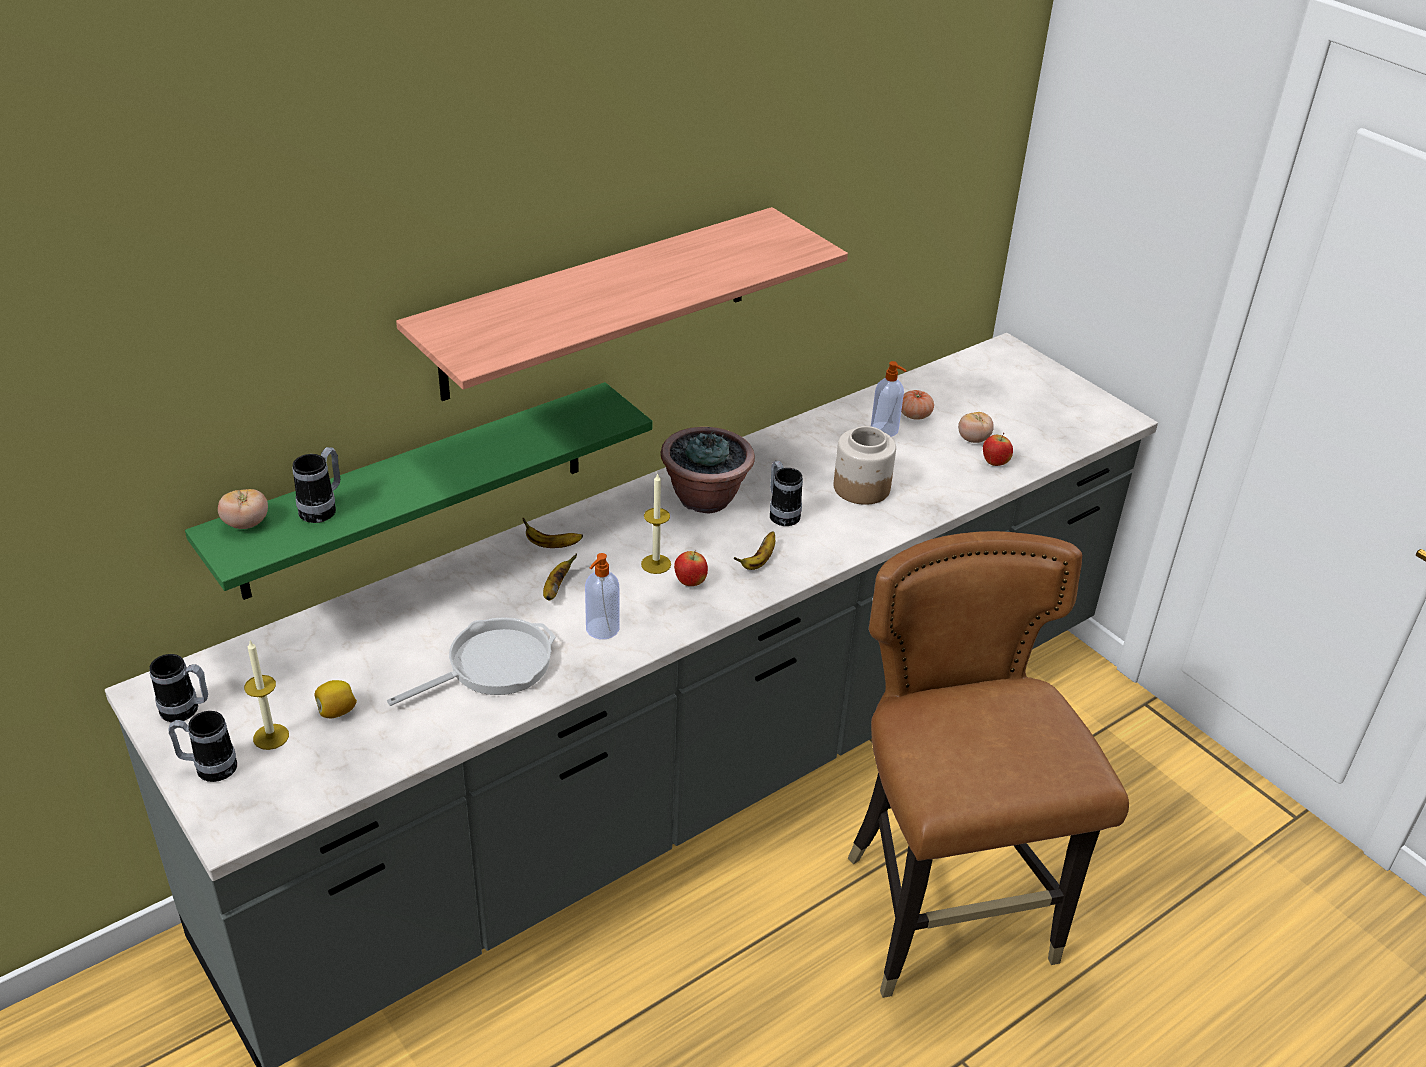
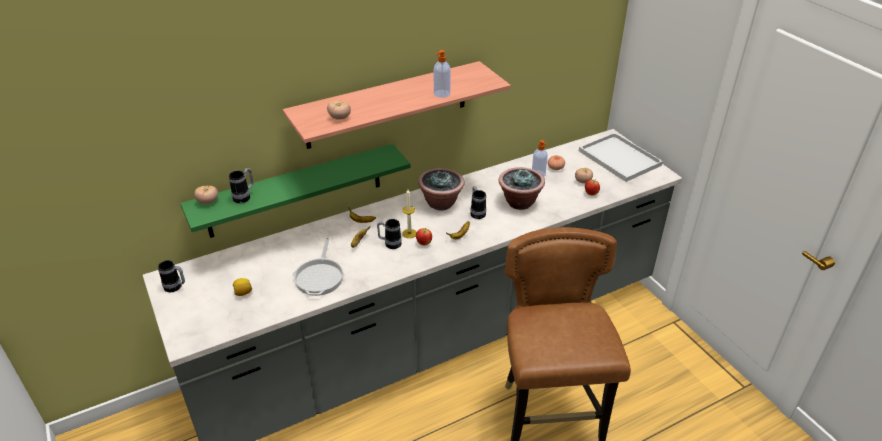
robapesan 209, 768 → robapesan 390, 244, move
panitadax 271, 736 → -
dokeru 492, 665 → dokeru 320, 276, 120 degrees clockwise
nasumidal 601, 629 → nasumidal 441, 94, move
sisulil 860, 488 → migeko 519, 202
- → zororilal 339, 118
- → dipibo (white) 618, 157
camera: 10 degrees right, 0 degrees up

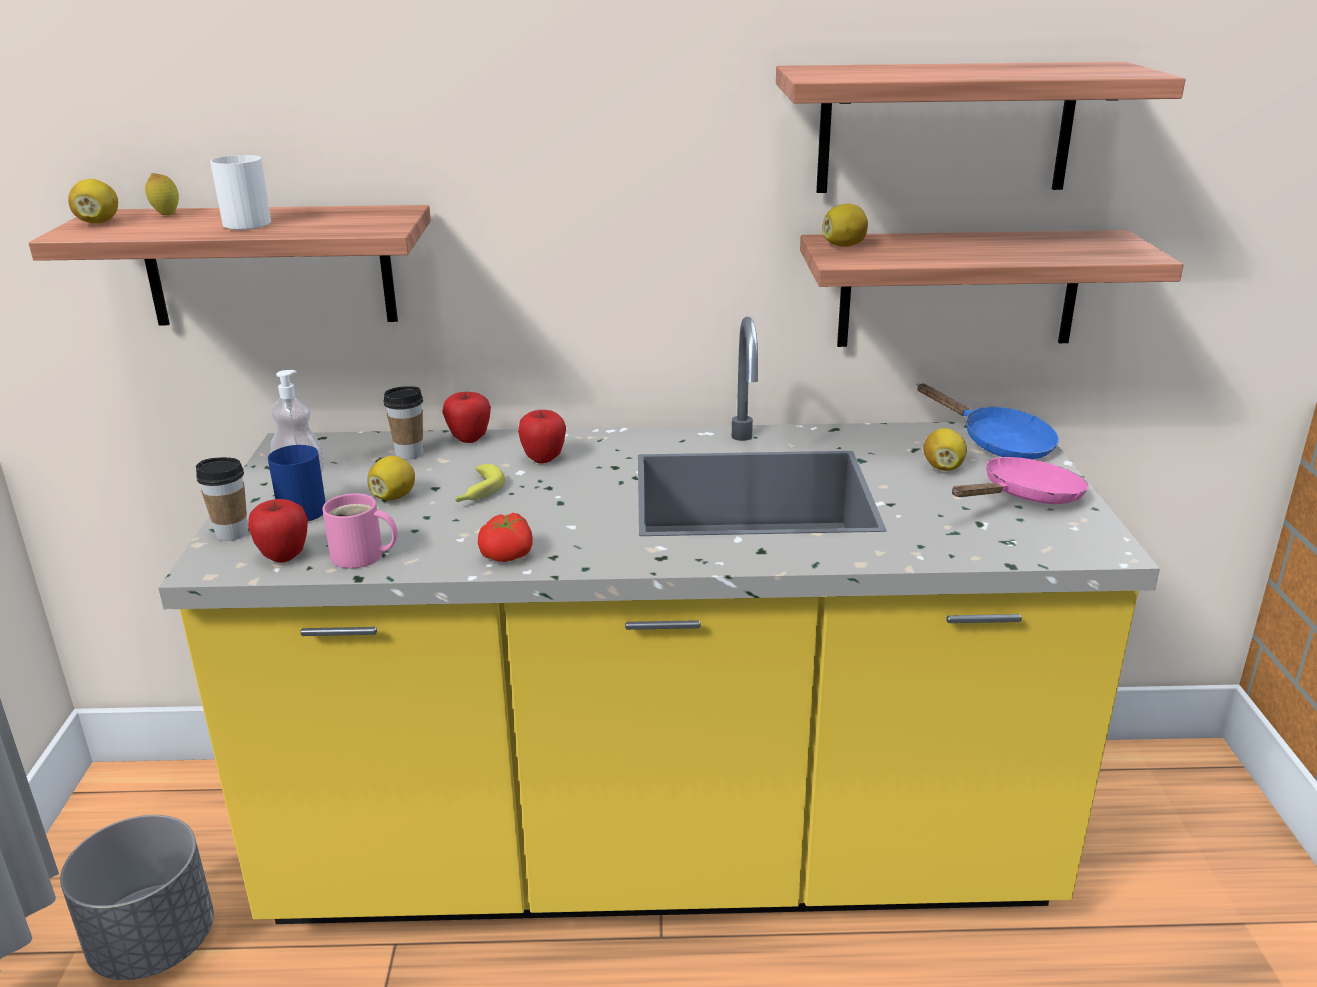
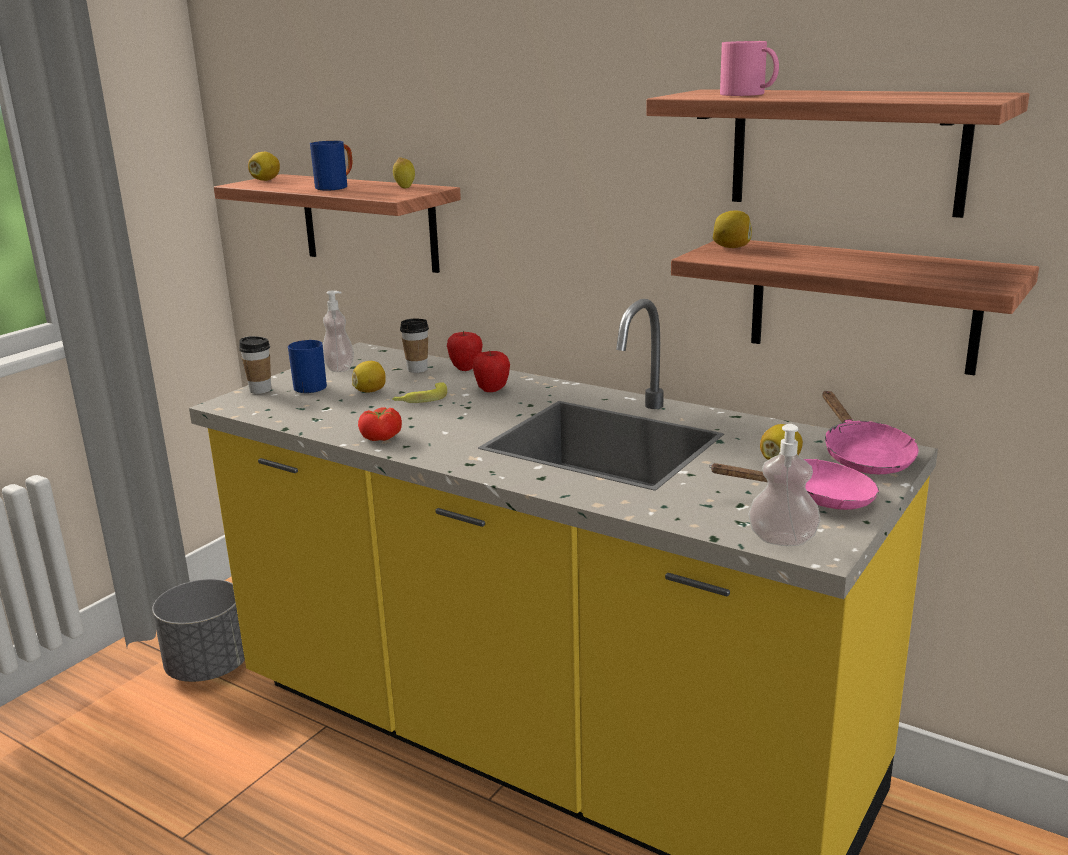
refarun 166, 215 → refarun 405, 188, move
robapesan (white) 251, 222 → robapesan (blue) 336, 187
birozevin 284, 556 → -
robapesan (pink) 361, 557 → robapesan (pink) 745, 94, move
dokeru (blue) 998, 443 → dokeru (pink) 863, 456
- → nasumidal 782, 540
camera: 35 degrees right, 5 degrees down

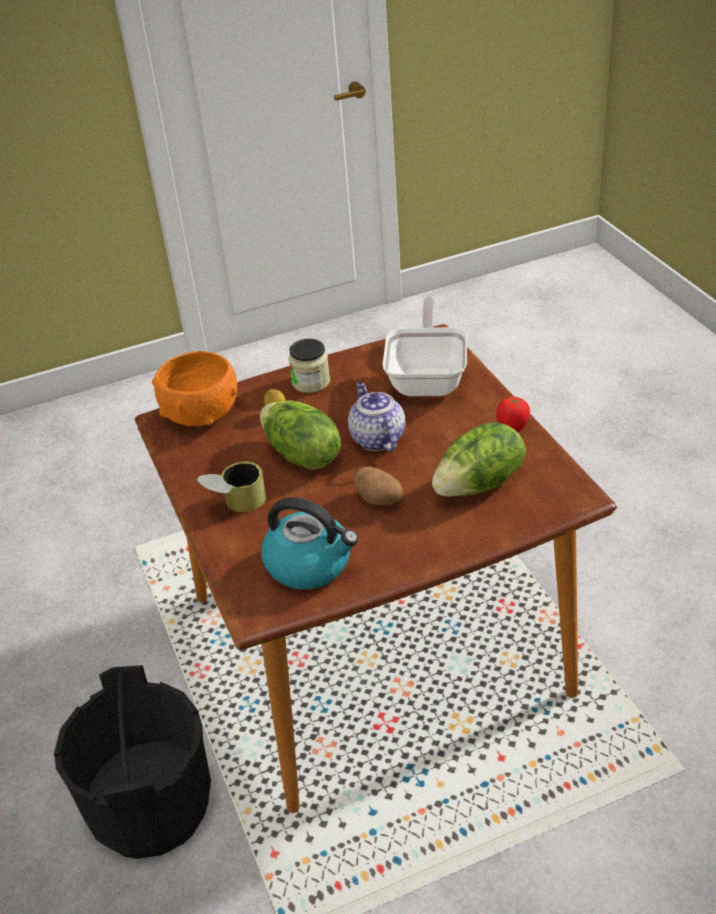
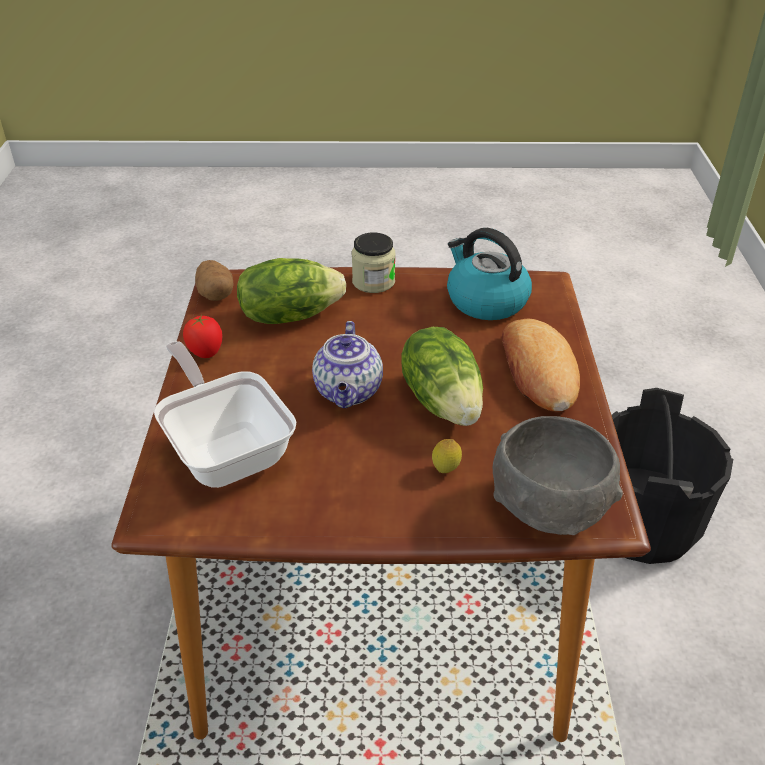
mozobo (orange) 201, 414 → mozobo (grey) 549, 508
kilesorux 235, 504 → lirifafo 537, 372
sisulil 311, 382 → sisulil 373, 282, move
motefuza 380, 499 → motefuza 215, 294, move
dokeru 428, 378 → dokeru 226, 450, 120 degrees clockwise
camera: 160 degrees left, 0 degrees up

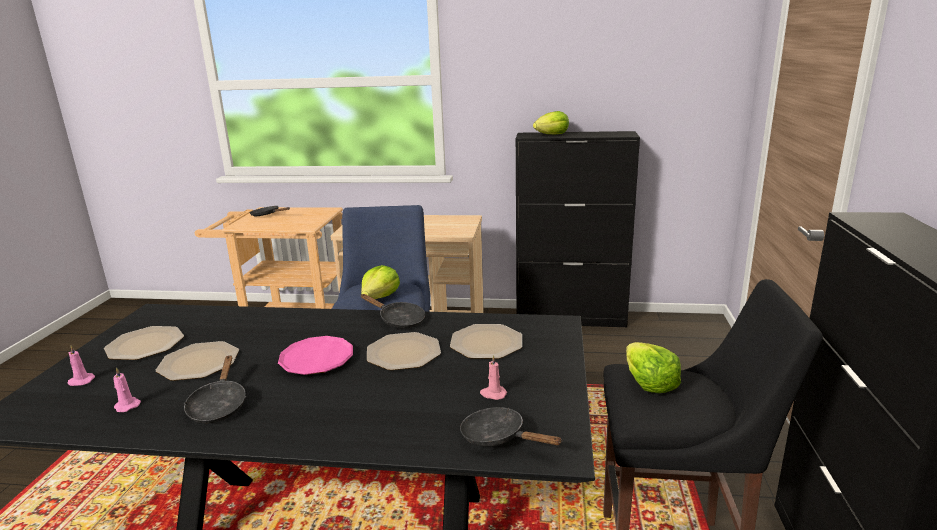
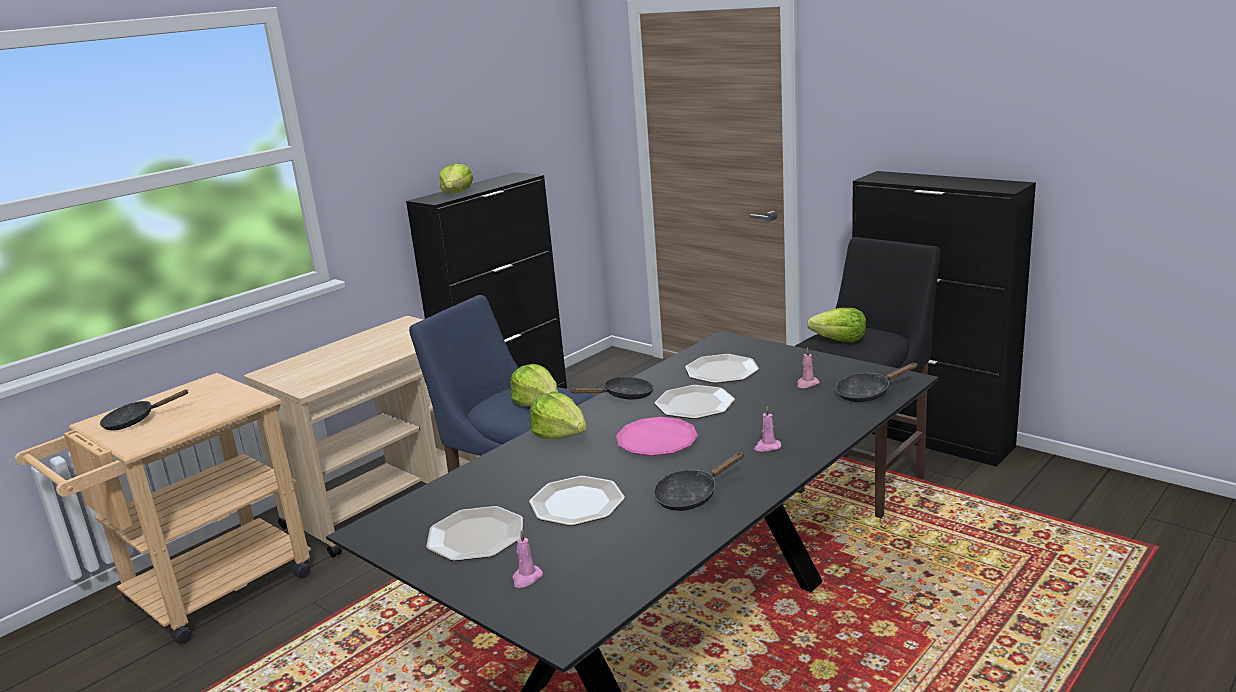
panitadax (pink) 126, 405 → panitadax (pink) 767, 447, move
dokeru (black) 219, 405 → dokeru (black) 691, 496, 120 degrees clockwise
- → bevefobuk 560, 434
camera: 55 degrees left, 0 degrees up

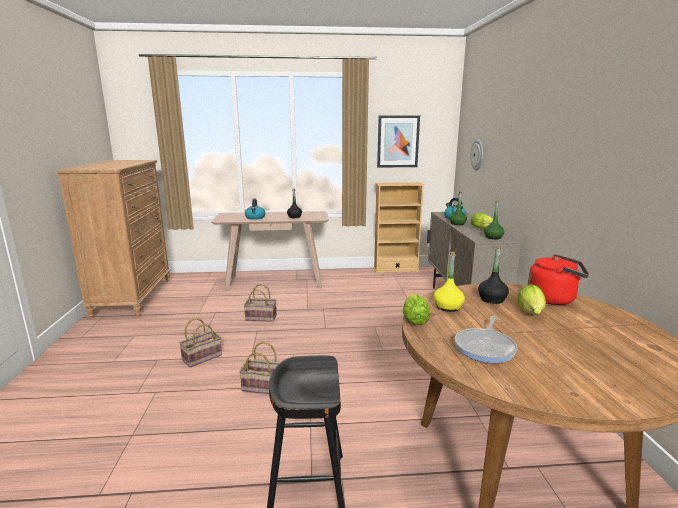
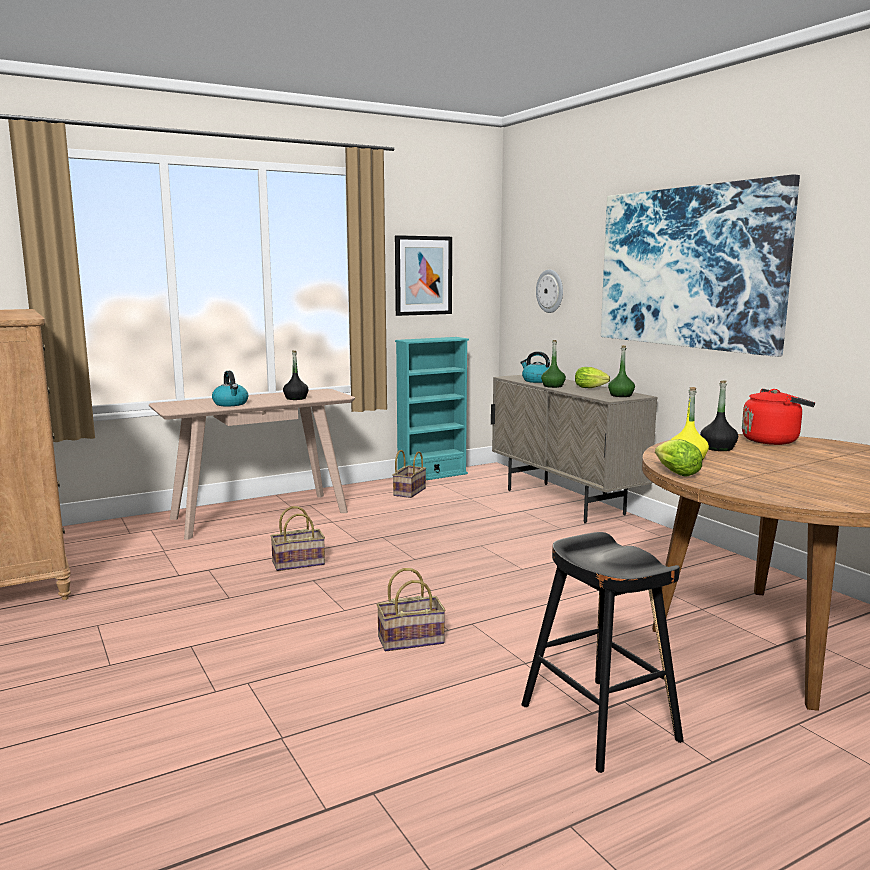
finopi 202, 357 → finopi 409, 491, move
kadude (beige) 396, 269 → kadude (turquoise) 432, 475
dokeru 485, 347 → -
bevefobuk 531, 314 → -
- → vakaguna 688, 267
camera: 25 degrees left, 5 degrees down

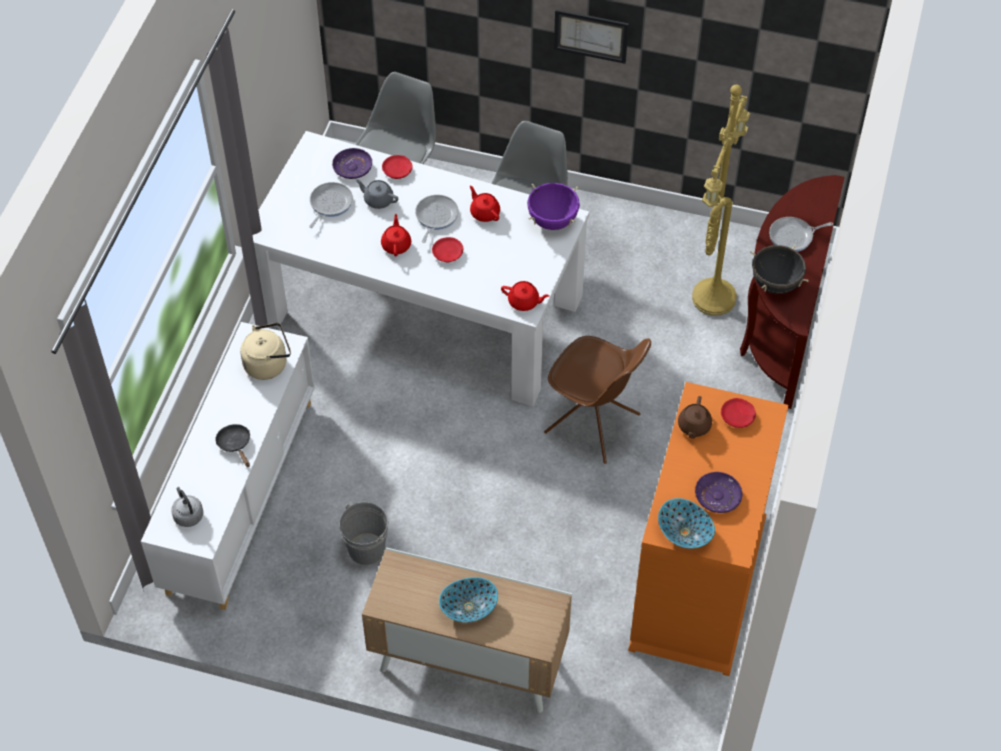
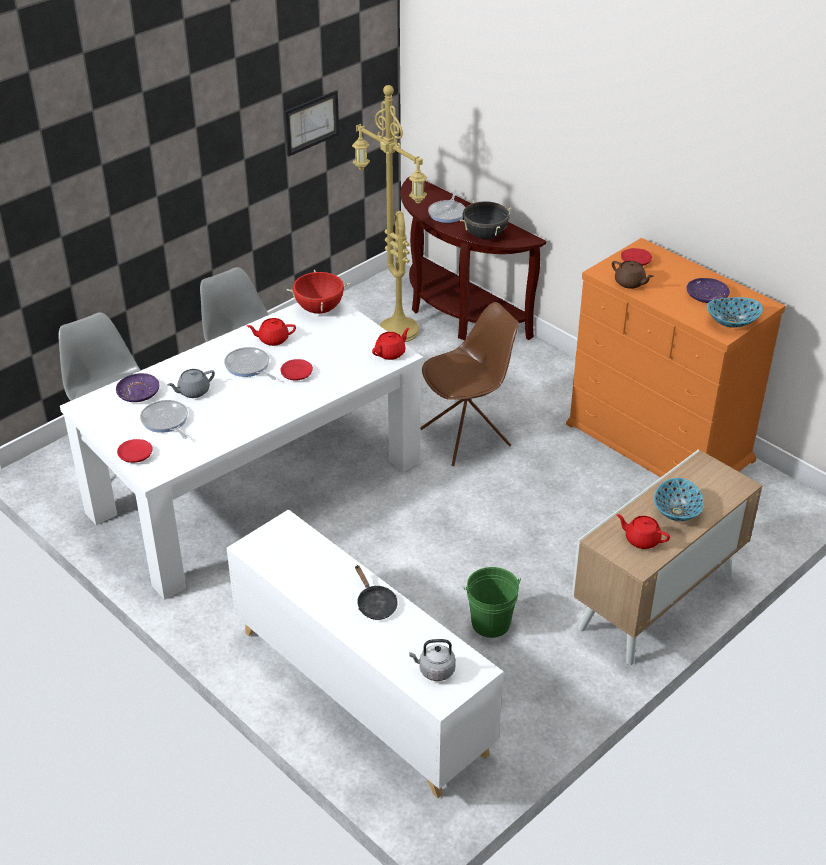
dokeru (black) 235, 444 → dokeru (black) 375, 604, 120 degrees counterclockwise
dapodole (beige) 268, 364 → -
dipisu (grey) 366, 549 → dipisu (green) 491, 623
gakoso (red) 396, 245 → gakoso (red) 641, 539, move
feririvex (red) 397, 171 → feririvex (red) 136, 455, move
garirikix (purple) 552, 221 → garirikix (red) 319, 309
vakaguna 591, 35 → vakaguna 311, 122, move
camera: 60 degrees left, 15 degrees down

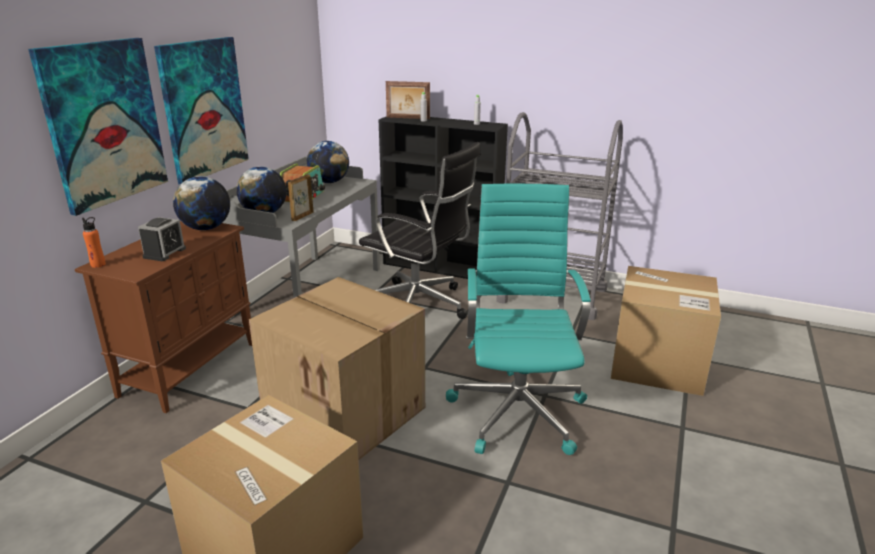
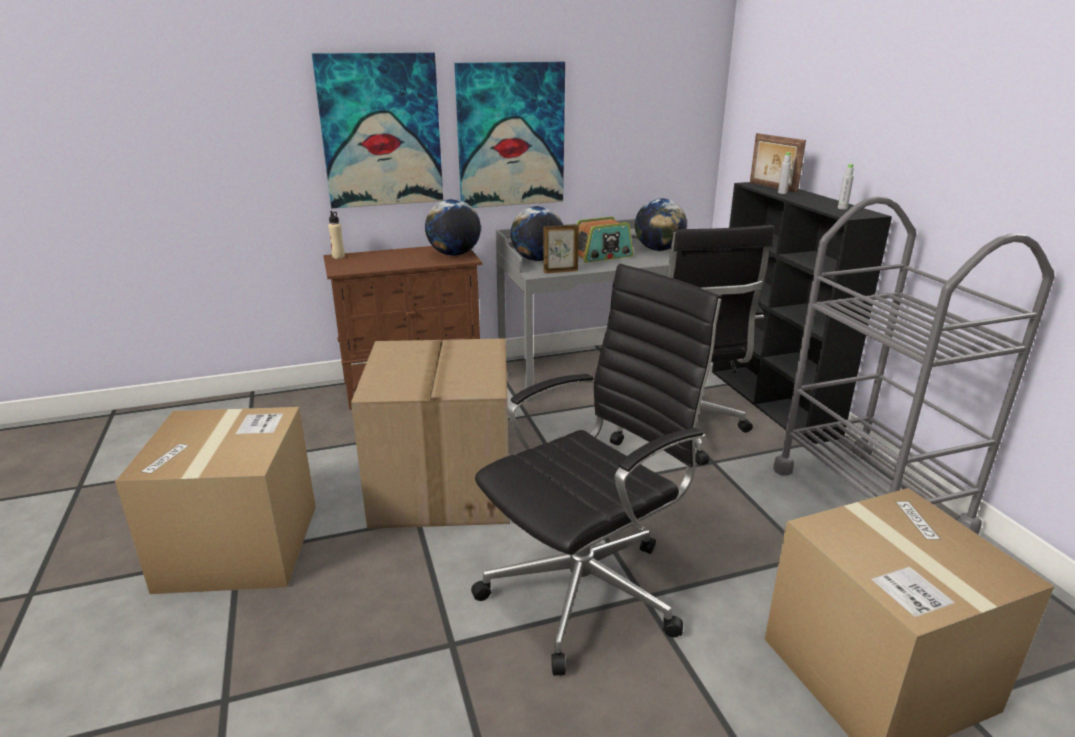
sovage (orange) 98, 265 → sovage (beige) 338, 257
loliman 164, 253 → -
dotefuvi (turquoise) 518, 410 → dotefuvi (black) 587, 589
camera: 50 degrees right, 0 degrees up

